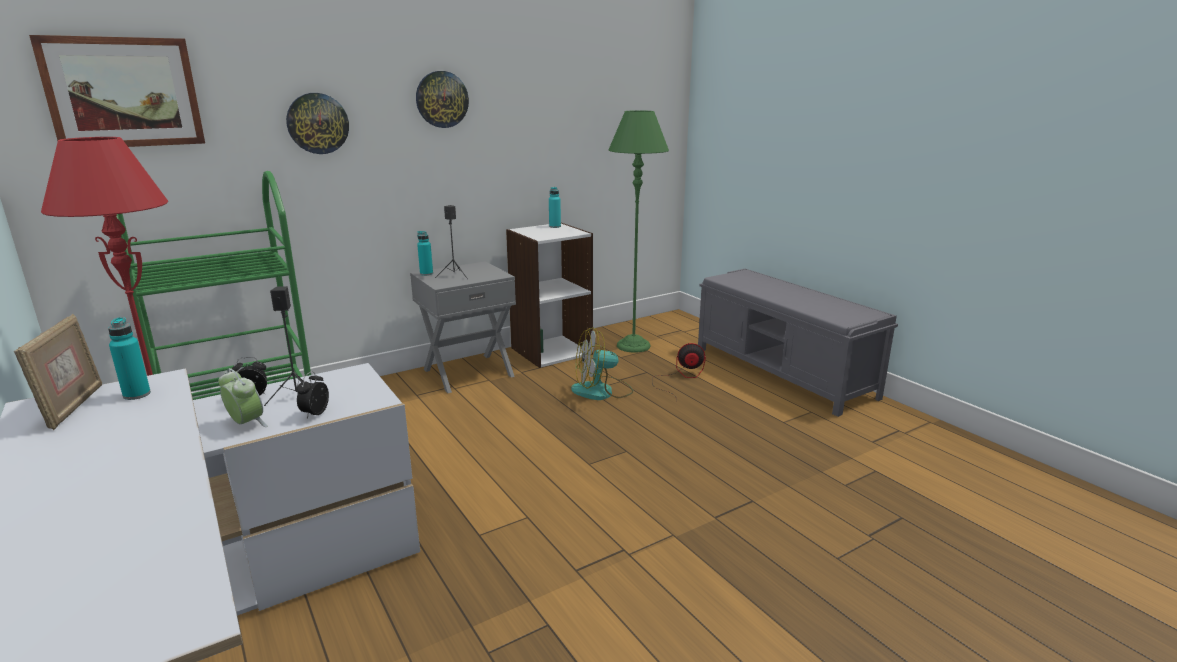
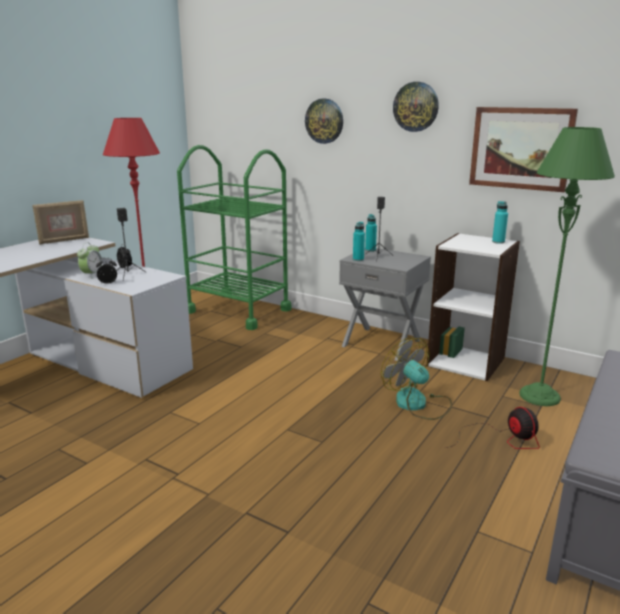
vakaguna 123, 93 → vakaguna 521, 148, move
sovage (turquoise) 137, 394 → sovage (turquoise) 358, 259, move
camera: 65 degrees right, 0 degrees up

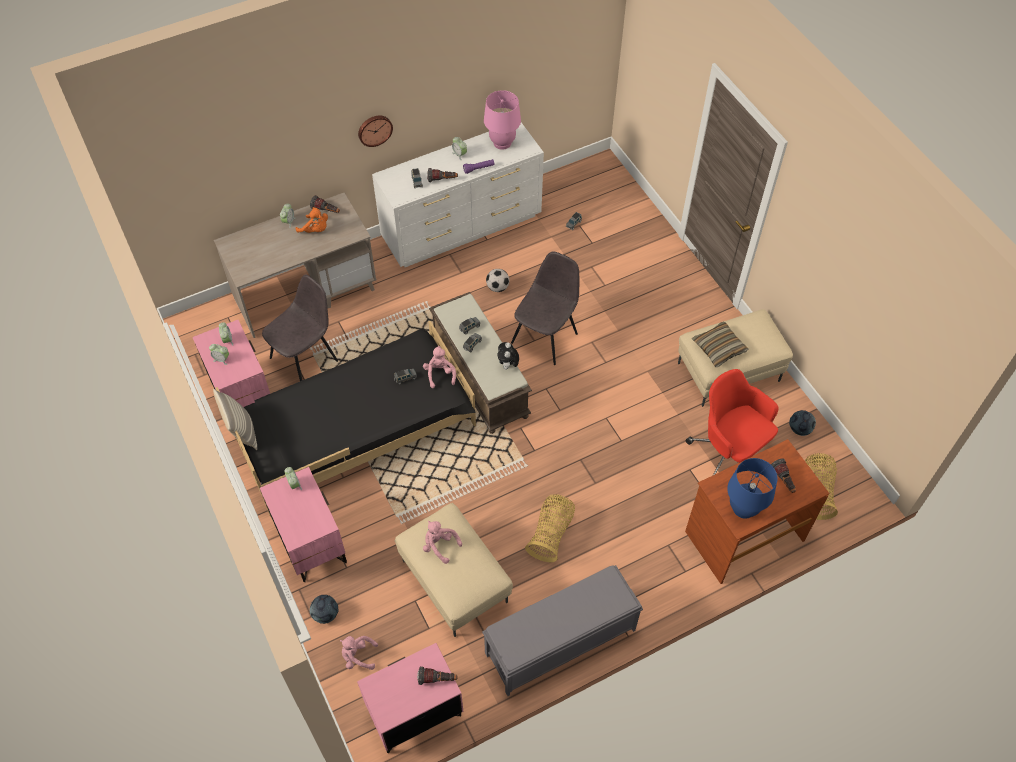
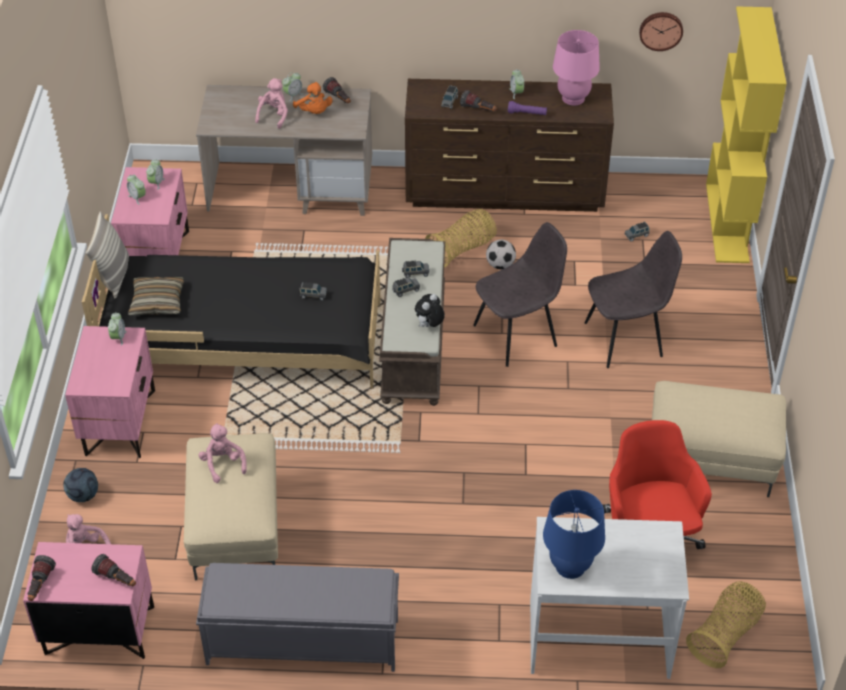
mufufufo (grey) 305, 358 → mufufufo (grey) 625, 339, move
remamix 374, 129 → remamix 661, 30, move
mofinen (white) 462, 228 → mofinen (brown) 505, 192
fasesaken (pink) 439, 374 → fasesaken (pink) 274, 115, move
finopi 551, 533 → finopi 462, 250, move
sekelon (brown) 744, 535 → sekelon (white) 599, 636
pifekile 719, 348 → pifekile 157, 302, move
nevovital 783, 480 → nevovital 40, 586, move
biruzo 799, 429 → -
- → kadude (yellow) 727, 223
camera: 30 degrees right, 10 degrees down

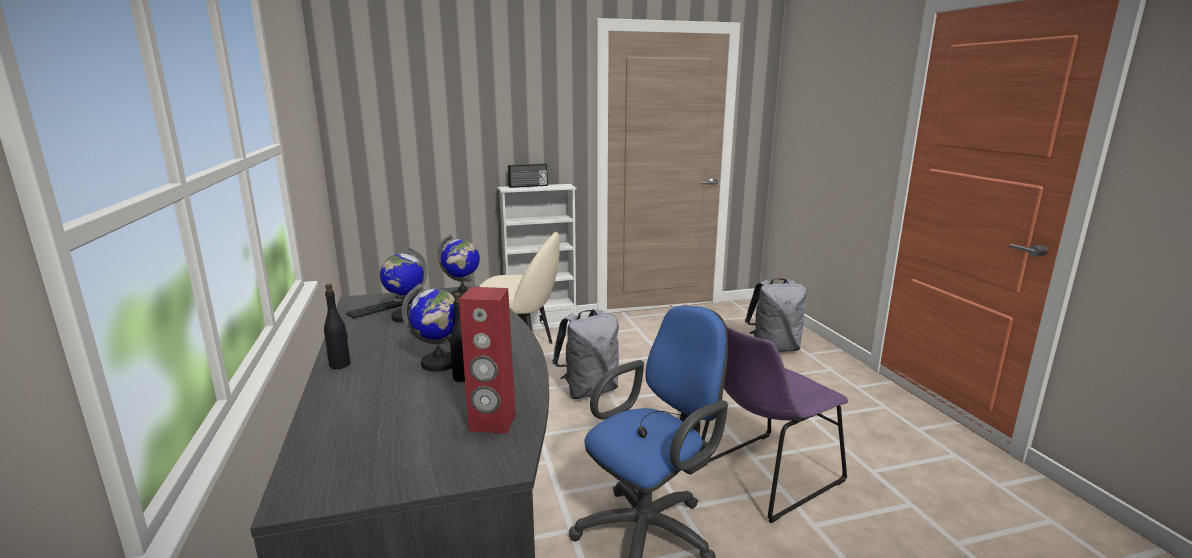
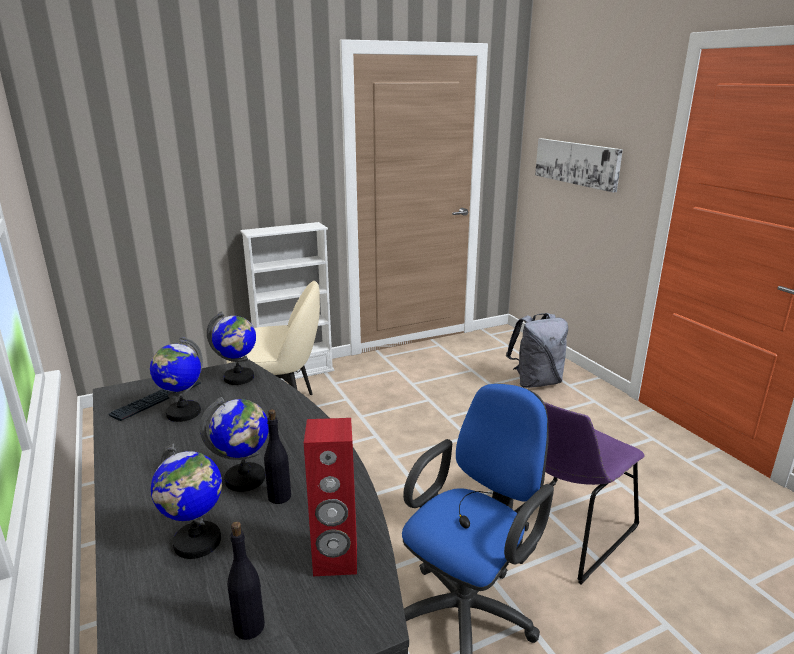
sovage (black) 340, 364 → sovage (black) 249, 626, move
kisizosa 528, 186 → -
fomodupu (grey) 589, 390 → -
- → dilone 197, 542
- → vakaguna 577, 163
camera: 10 degrees left, 5 degrees up

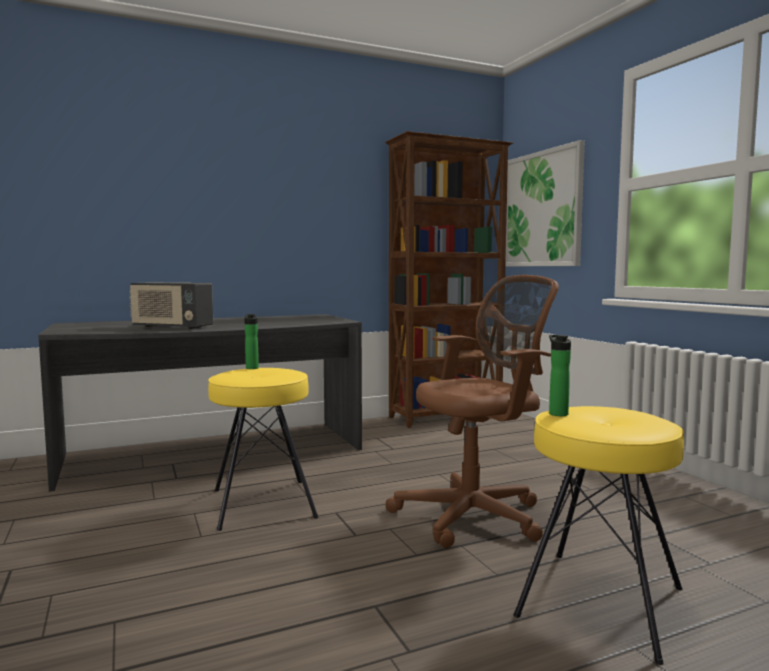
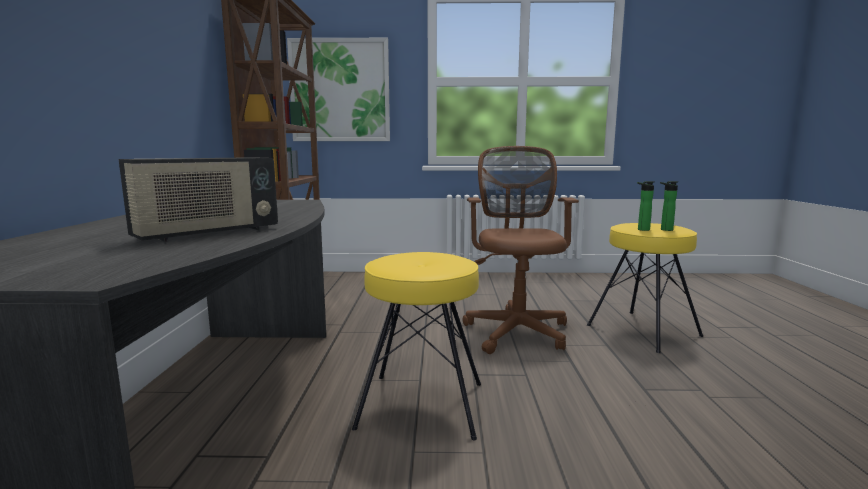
sovage 252, 368 → sovage 664, 230, move
camera: 65 degrees left, 5 degrees up

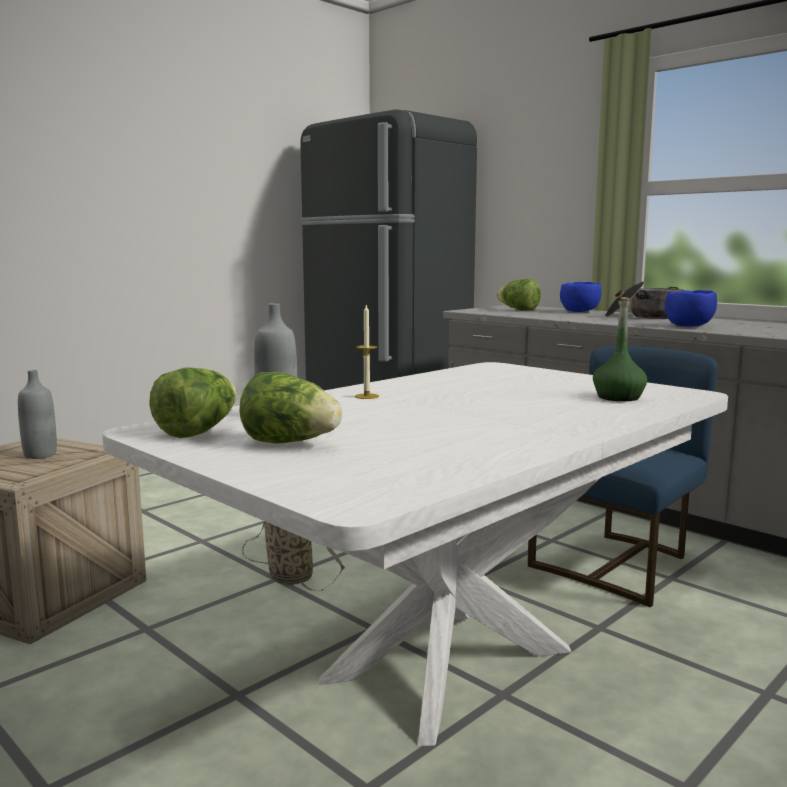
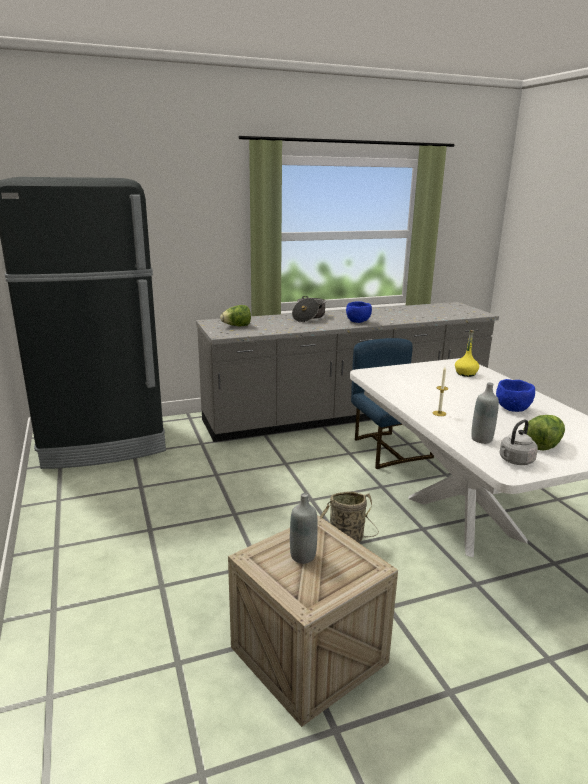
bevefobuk 198, 431 → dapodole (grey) 515, 461
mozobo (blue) 580, 312 → mozobo (blue) 512, 408, move
sovage (green) 618, 397 → sovage (yellow) 466, 373
camera: 65 degrees left, 10 degrees up

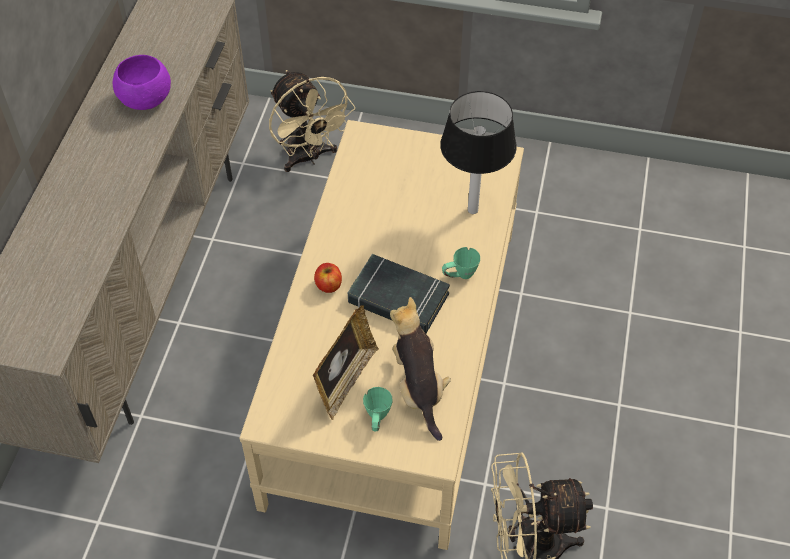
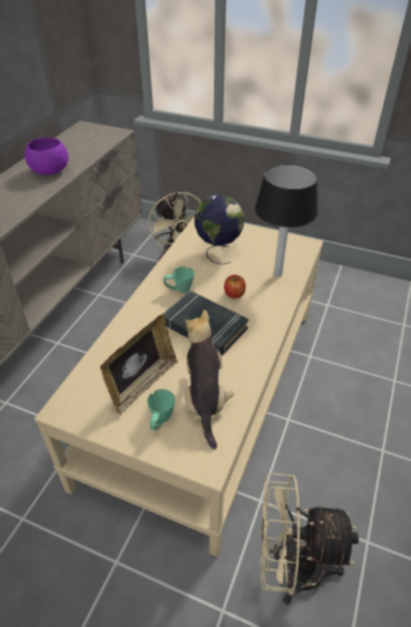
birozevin 328, 285 → birozevin 234, 294, move
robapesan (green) 459, 276 → robapesan (green) 179, 290, move
- → dilone 218, 252
camera: 10 degrees right, 10 degrees down

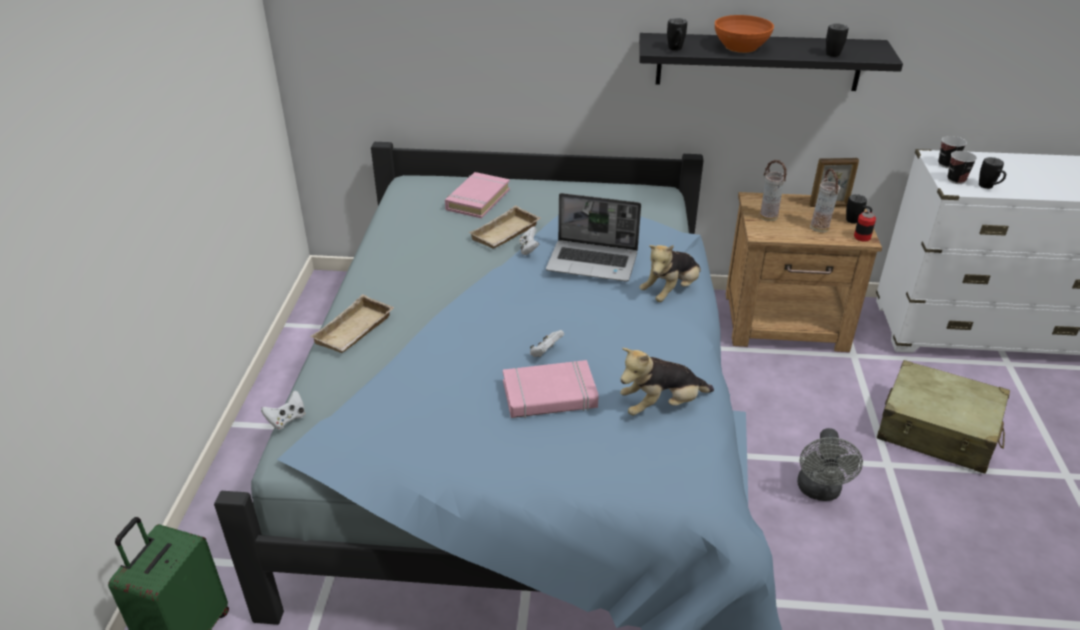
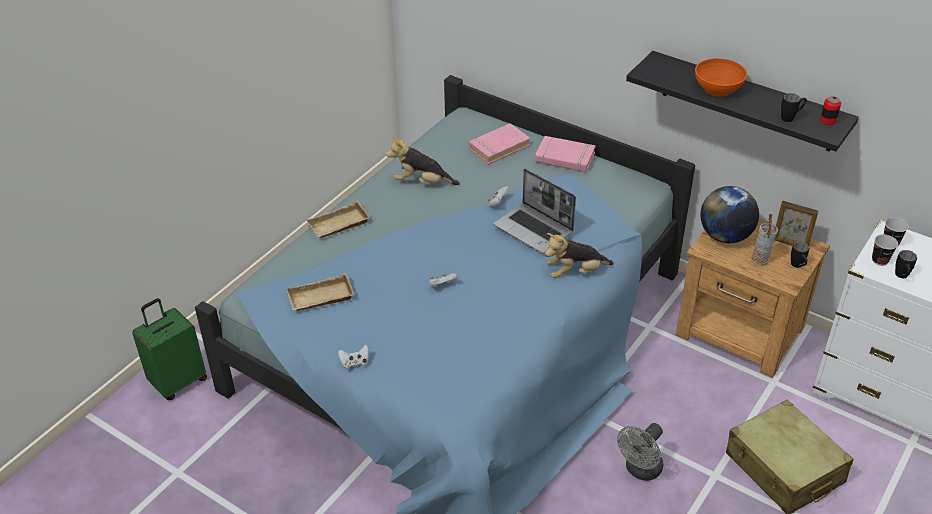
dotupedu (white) 287, 419 → dotupedu (white) 355, 363, move
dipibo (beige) 506, 234 → dipibo (beige) 320, 299, move
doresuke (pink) 550, 395 → doresuke (pink) 564, 158, move
fasesaken 661, 405 → fasesaken 422, 182, move
robapesan (black) 676, 50 → -
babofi 768, 217 → dilone 725, 236
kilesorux 862, 237 → kilesorux 828, 121, move
camera: 30 degrees right, 5 degrees up

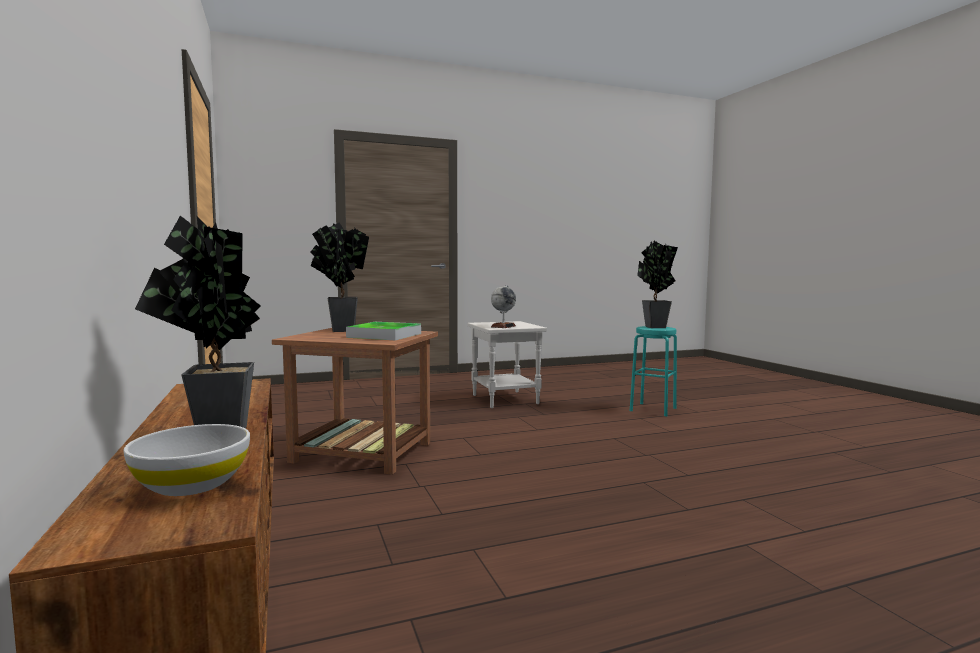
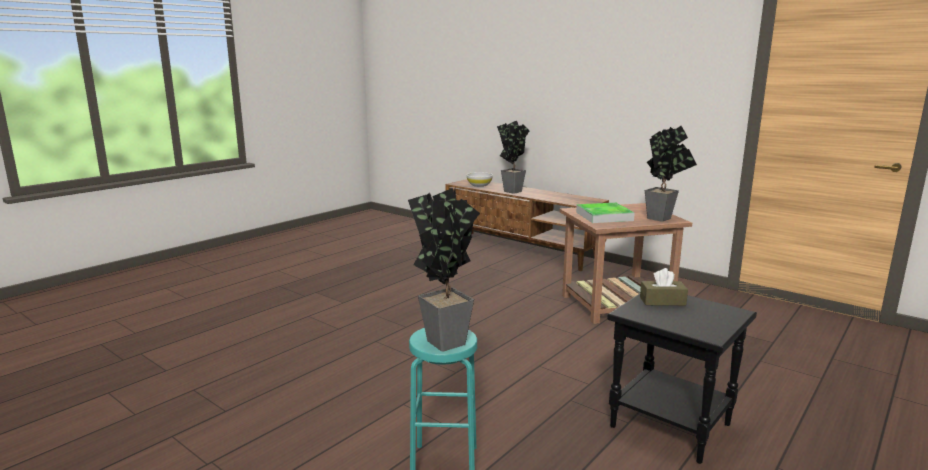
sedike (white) 503, 399 → sedike (black) 672, 425
dilone 503, 326 → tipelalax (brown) 662, 301
camera: 150 degrees right, 10 degrees up

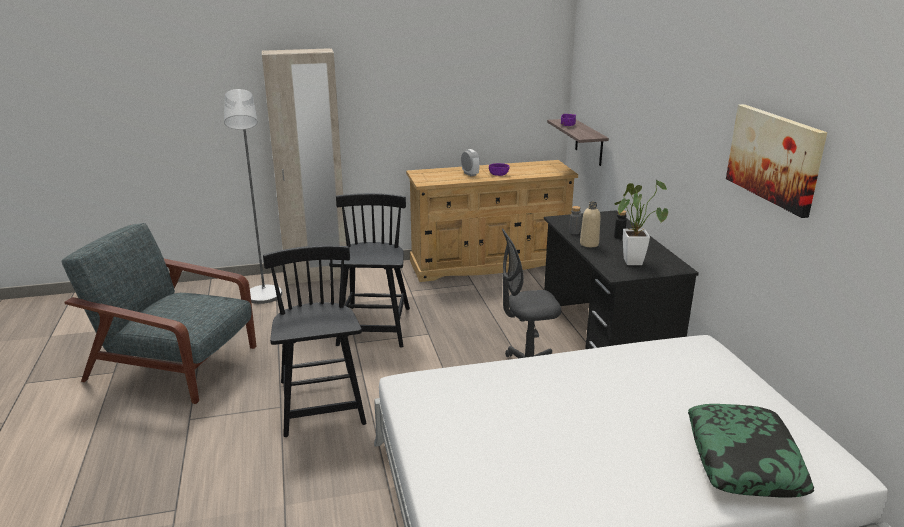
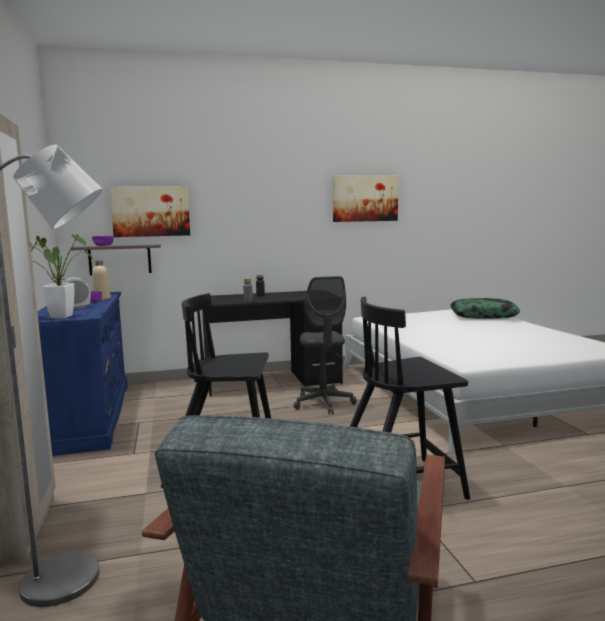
mofinen (beige) 490, 263 → mofinen (blue) 88, 415
sovage (beige) 589, 244 → sovage (beige) 102, 298, move
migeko 632, 260 → migeko 56, 317, move
- → vakaguna 151, 211
camera: 90 degrees left, 15 degrees down

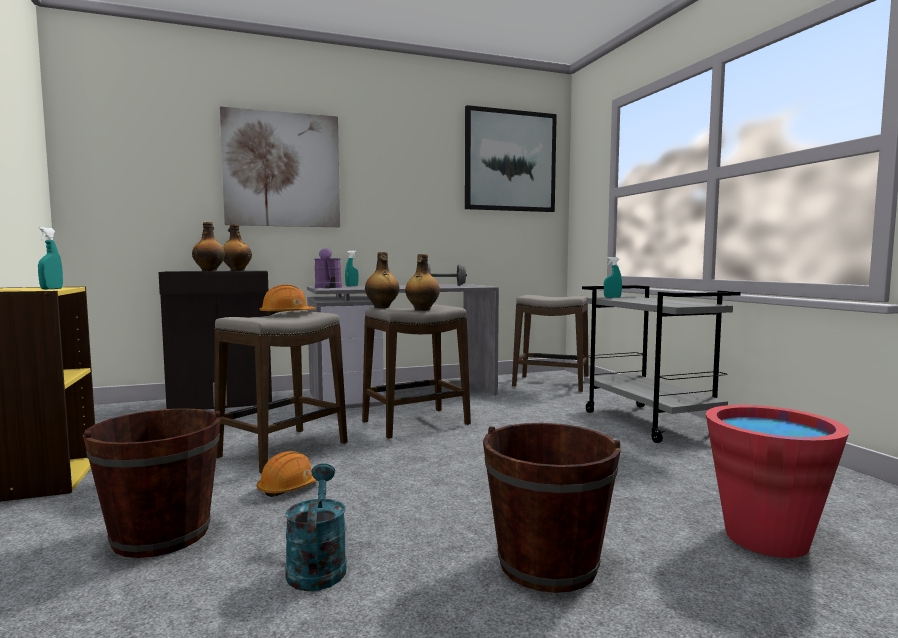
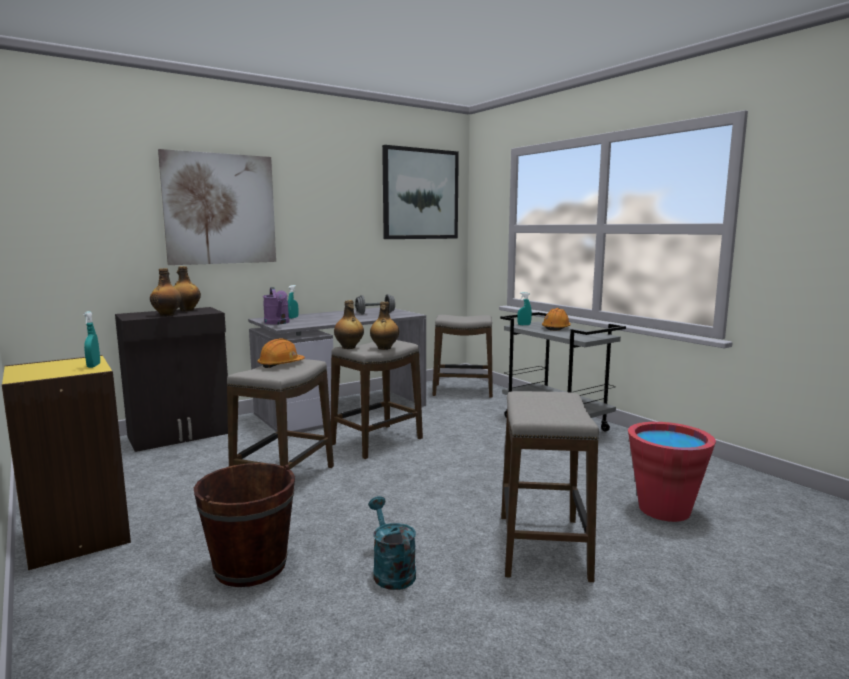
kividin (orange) 289, 487 → kividin (orange) 556, 328, move
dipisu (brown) 548, 564 → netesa 543, 547
camera: 15 degrees left, 5 degrees up

